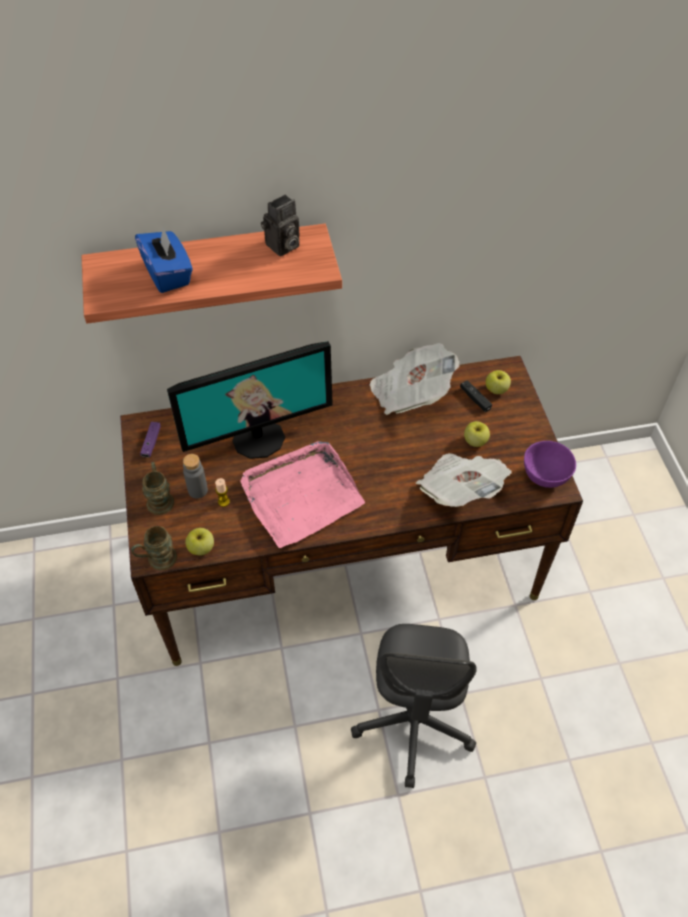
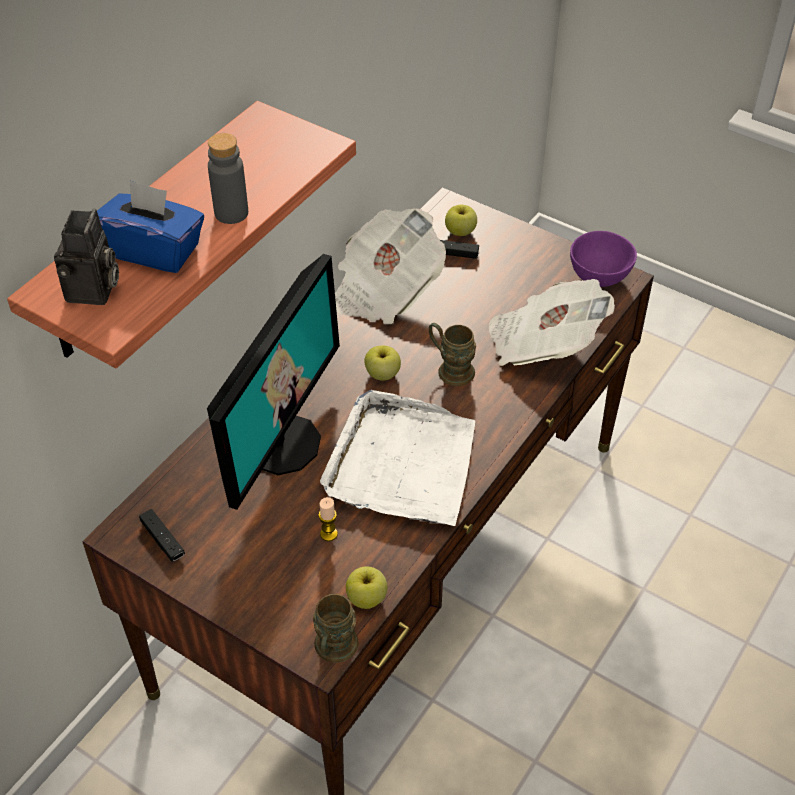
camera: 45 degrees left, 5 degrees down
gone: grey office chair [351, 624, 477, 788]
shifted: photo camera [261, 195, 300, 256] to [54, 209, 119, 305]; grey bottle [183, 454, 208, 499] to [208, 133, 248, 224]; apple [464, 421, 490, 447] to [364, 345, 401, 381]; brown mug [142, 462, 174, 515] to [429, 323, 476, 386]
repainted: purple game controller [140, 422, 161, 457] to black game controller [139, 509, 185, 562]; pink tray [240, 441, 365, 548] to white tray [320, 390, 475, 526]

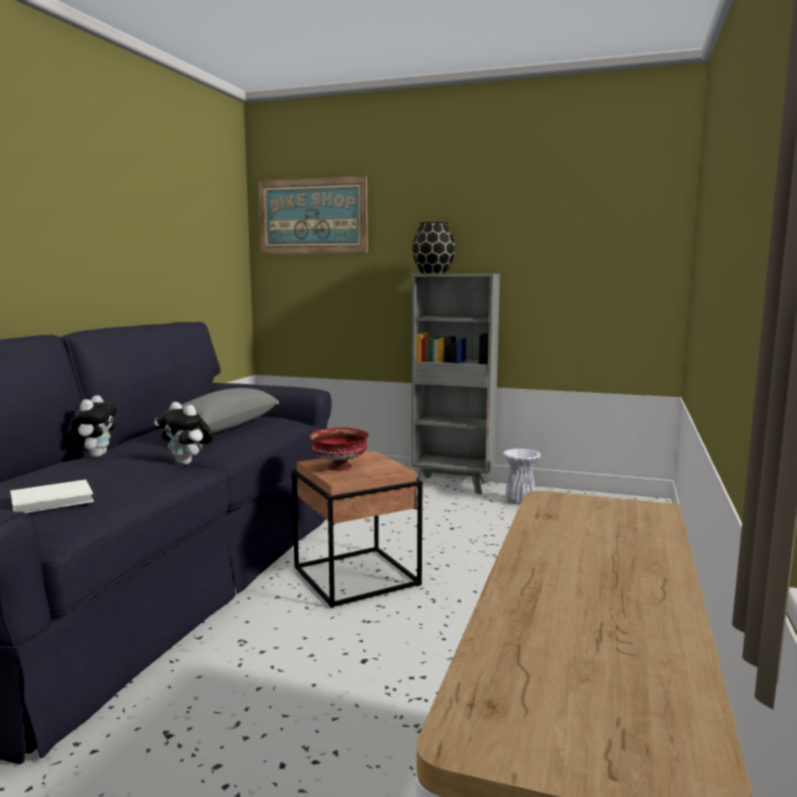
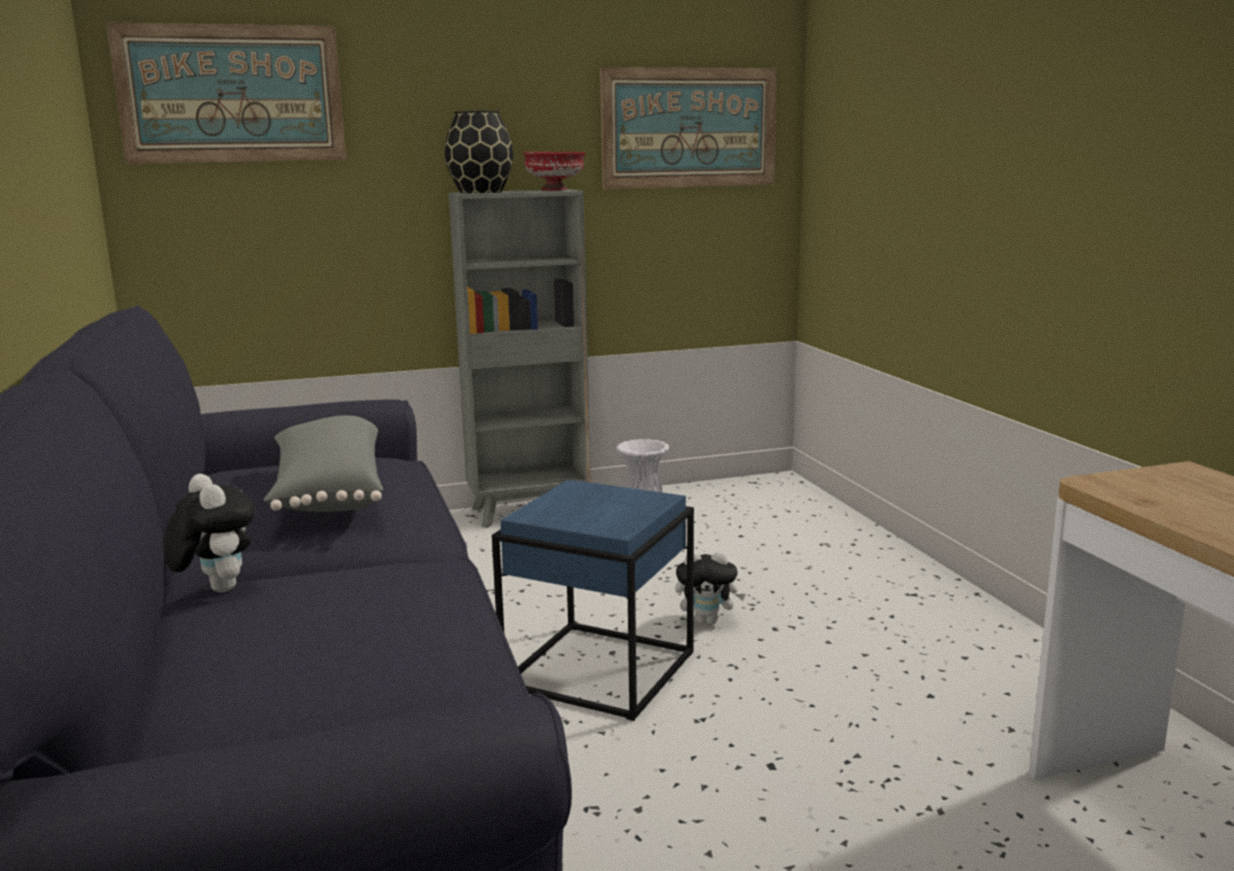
camera: 35 degrees left, 5 degrees up
gone: white book [10, 480, 94, 513]
new: picture [600, 67, 777, 189]
shifted: red bowl [310, 427, 369, 471] to [522, 152, 586, 191]; plush toy [157, 402, 214, 465] to [675, 551, 746, 624]
repainted: brown side table [292, 451, 422, 608] to blue side table [492, 480, 694, 721]

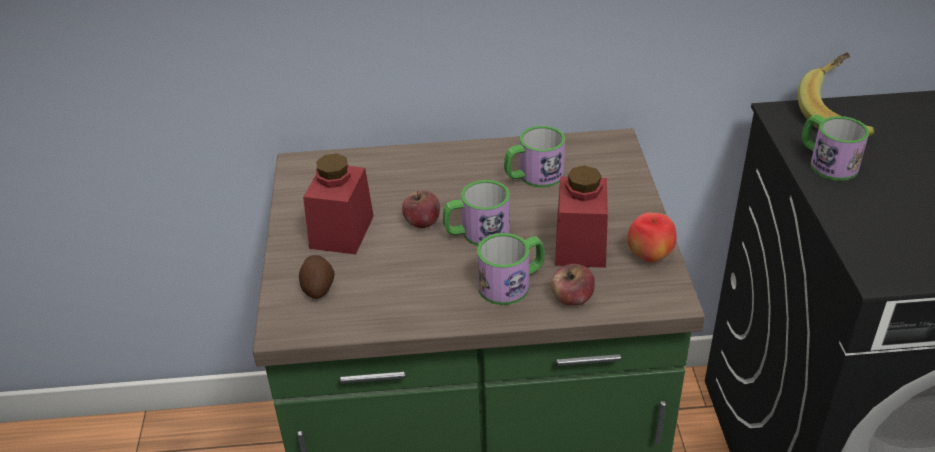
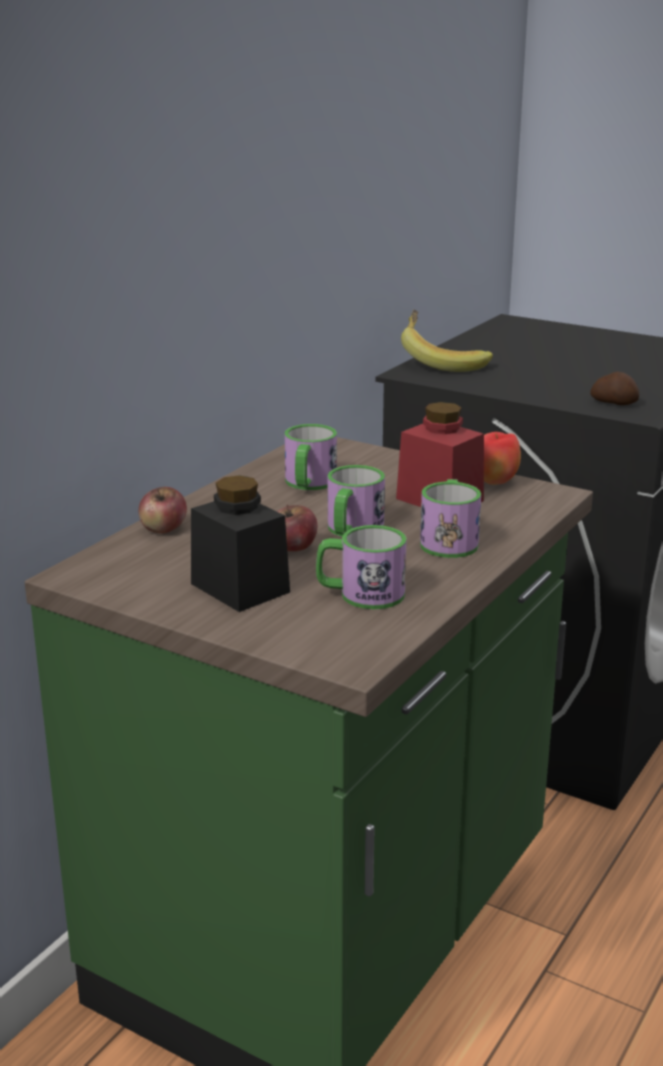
camera: 55 degrees left, 15 degrees down
shifted: apple [551, 264, 595, 306] to [138, 487, 187, 534]; mug [802, 115, 869, 181] to [316, 525, 407, 609]; potato [299, 255, 334, 299] to [590, 371, 640, 405]
repainted: red jar [303, 154, 374, 254] to black jar [191, 475, 290, 612]

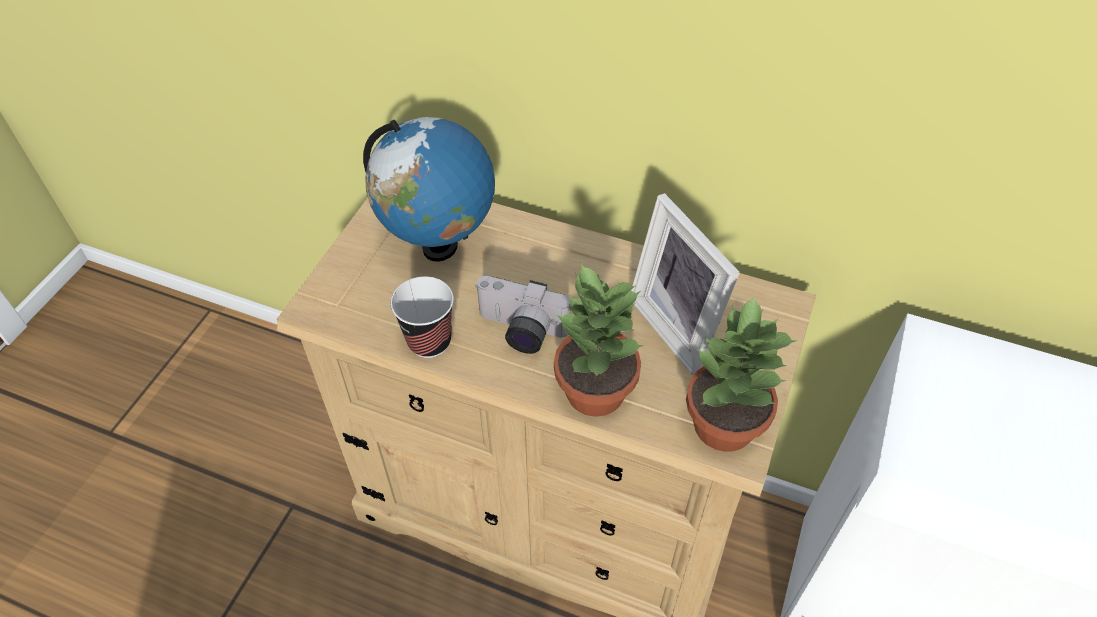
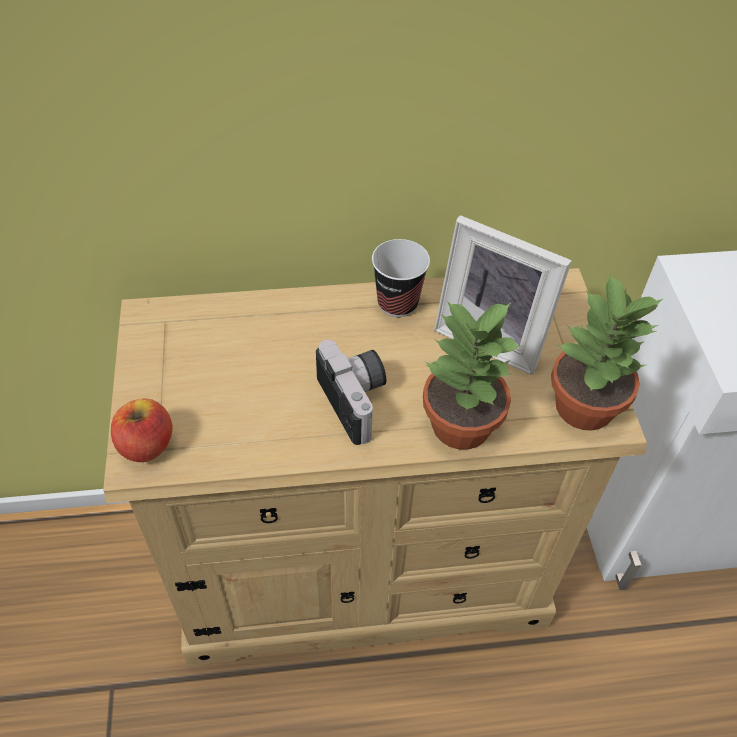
camera: 30 degrees left, 0 degrees up
gone: globe [363, 117, 495, 262]
new: apple [111, 398, 172, 462]
shifted: cup [391, 276, 454, 358] to [372, 239, 430, 317]
rotated: photo camera [475, 276, 571, 354] = [316, 340, 386, 445] 105 degrees counterclockwise

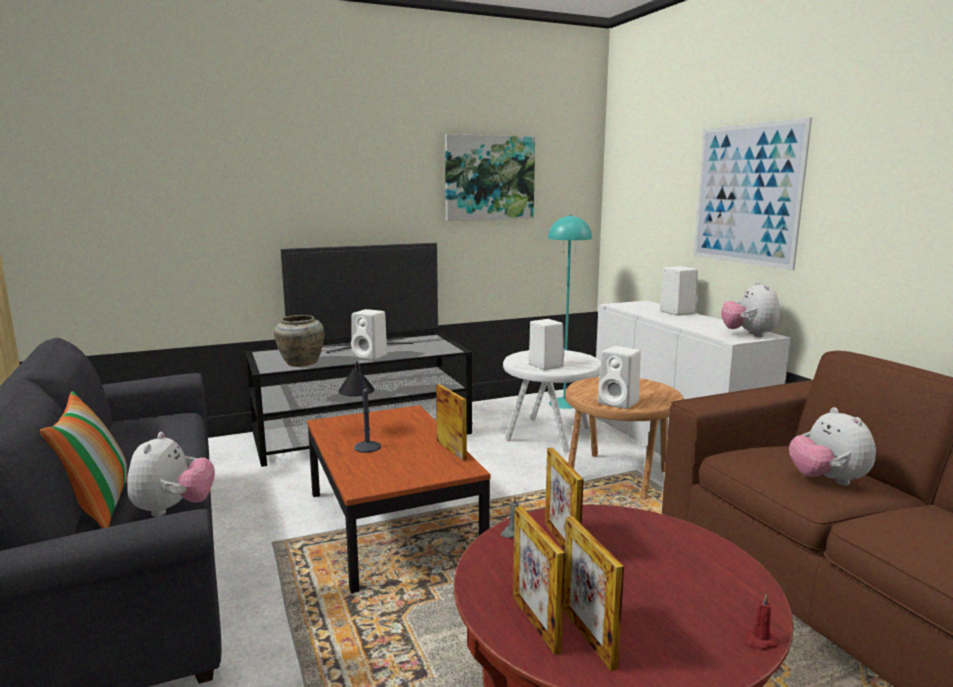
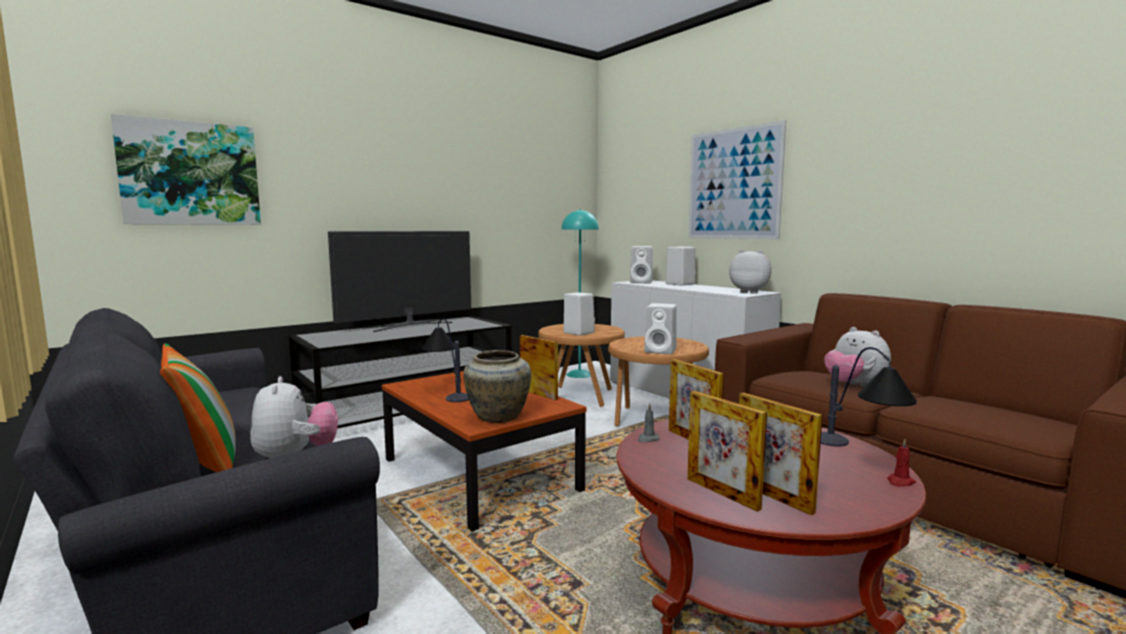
camera: 15 degrees left, 5 degrees down
new: table lamp [821, 347, 917, 446]
shifted: picture [445, 134, 535, 221] to [111, 114, 261, 225]; beige vase [274, 315, 325, 367] to [463, 350, 531, 423]; white speaker [351, 309, 387, 360] to [630, 246, 652, 283]
repainted: white side table [503, 350, 601, 452] to brown side table [538, 324, 625, 407]
rotated: plush toy [721, 281, 780, 337] = [729, 249, 772, 294] 135 degrees clockwise

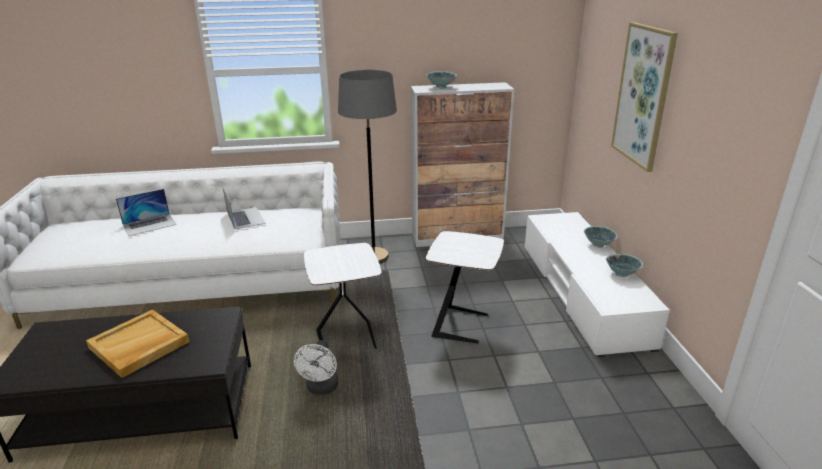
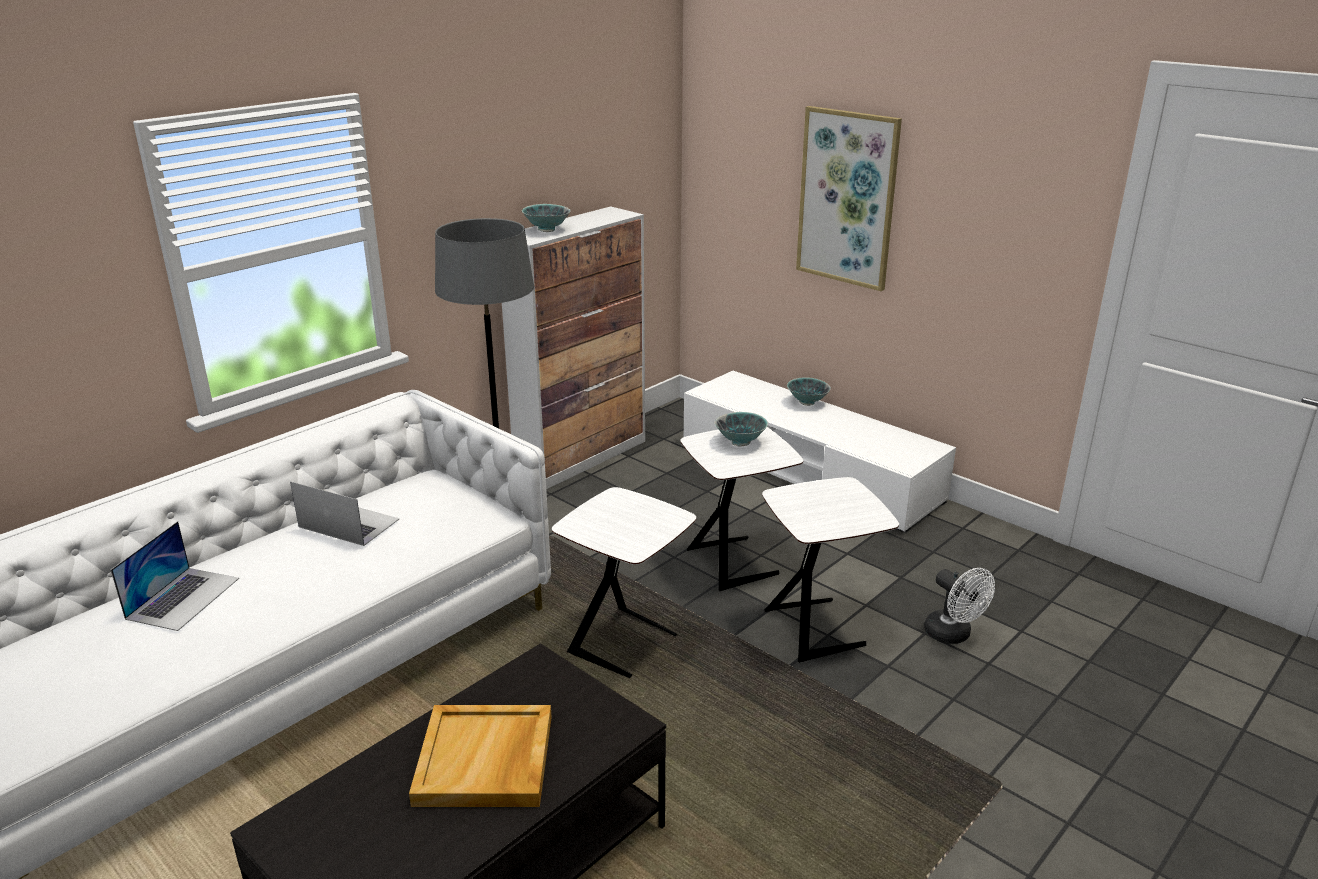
camera: 40 degrees left, 0 degrees up
new: white side table [762, 477, 899, 663]
shifted: bowl [606, 254, 643, 277] to [715, 412, 768, 446]; white fan [294, 340, 338, 395] to [924, 568, 995, 644]

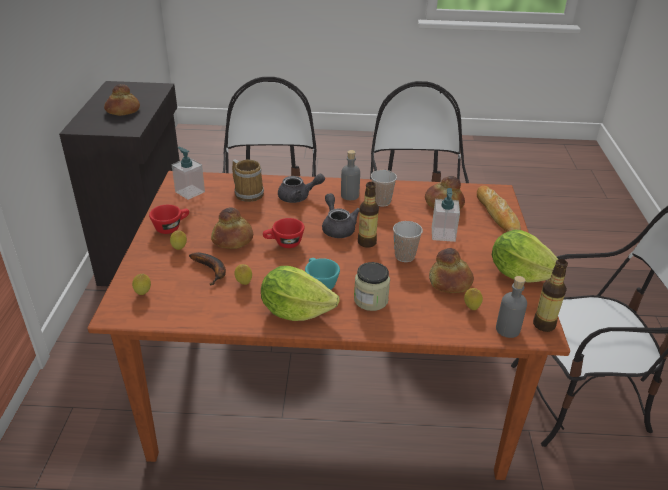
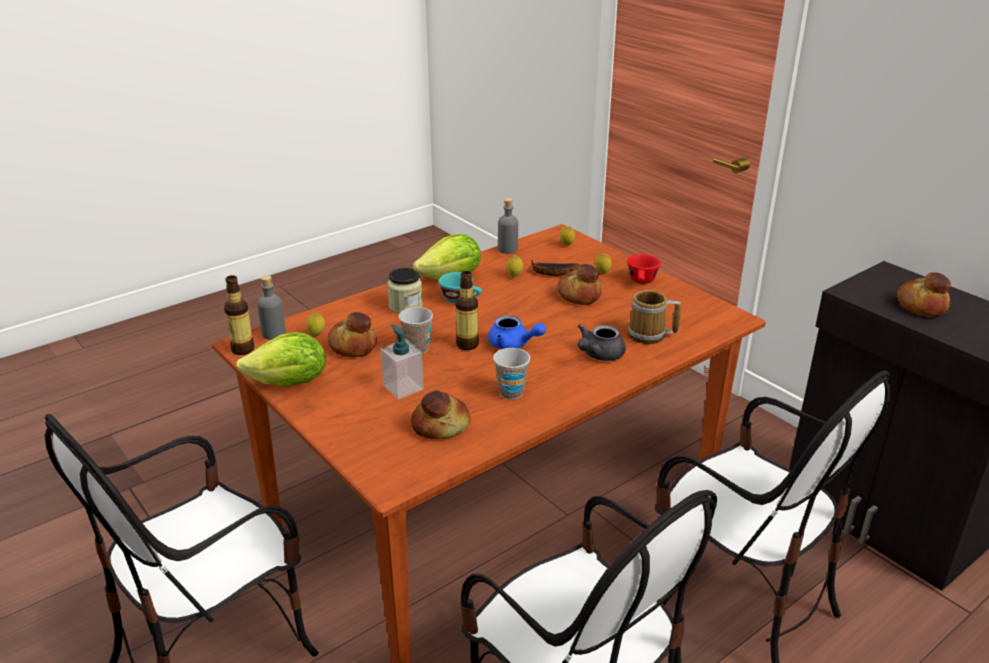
camera: 140 degrees right, 5 degrees down
gone: soap dispenser [172, 147, 205, 200]; red cup [263, 218, 305, 248]; bread [477, 185, 521, 232]
shifted: grey bottle [341, 150, 360, 200] to [498, 198, 518, 254]
repainted: grey teapot [322, 193, 360, 238] to blue teapot [488, 315, 546, 349]

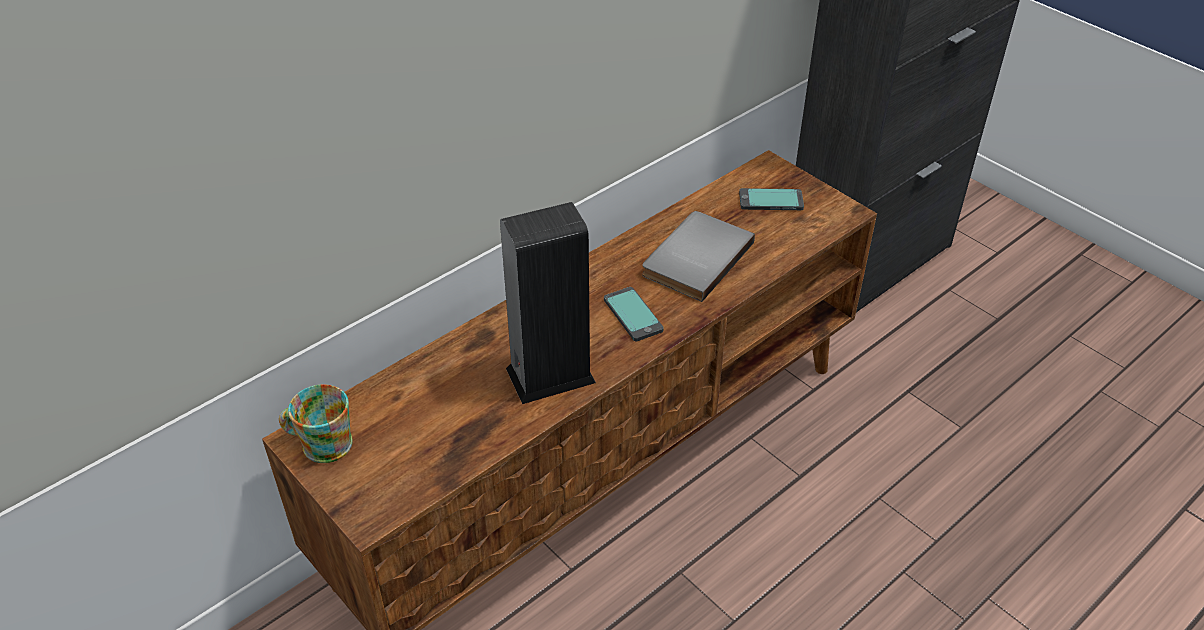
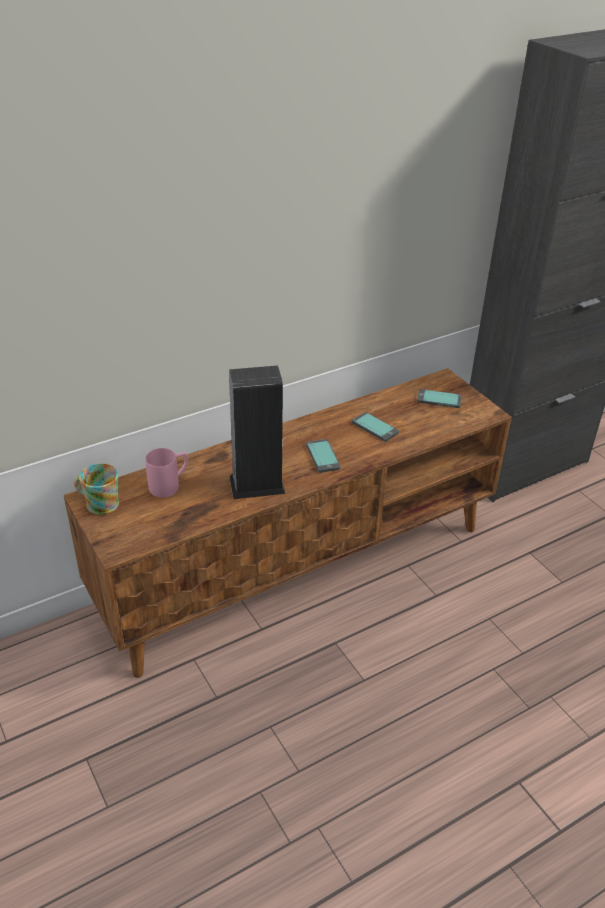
camera: 10 degrees right, 5 degrees down
new: pink mug [145, 448, 188, 498]
swapped: grey book [642, 211, 755, 302] to phone [352, 412, 399, 442]

